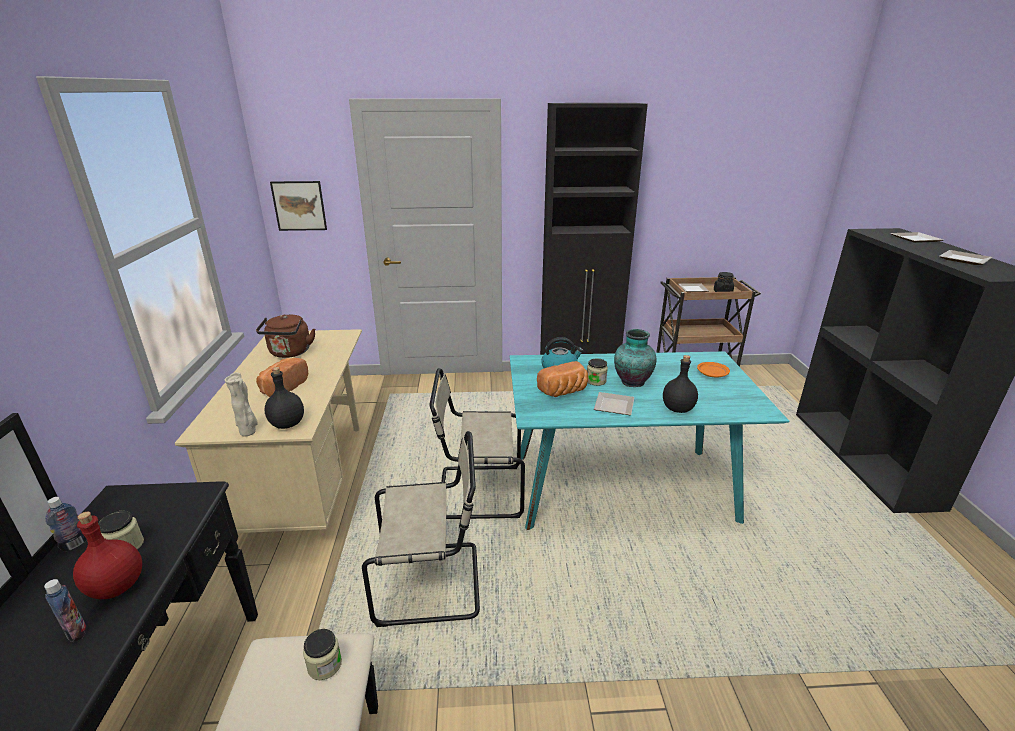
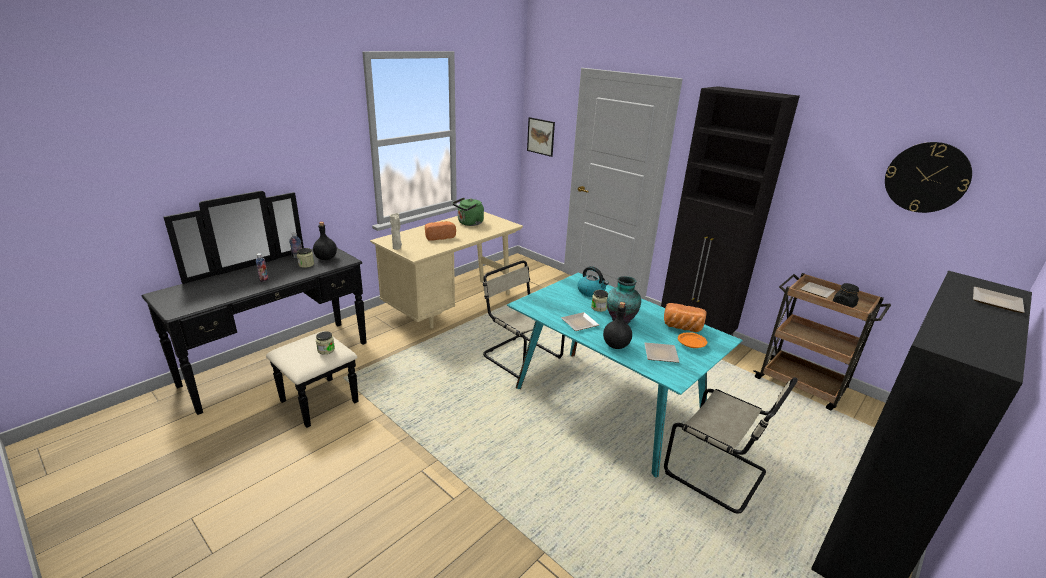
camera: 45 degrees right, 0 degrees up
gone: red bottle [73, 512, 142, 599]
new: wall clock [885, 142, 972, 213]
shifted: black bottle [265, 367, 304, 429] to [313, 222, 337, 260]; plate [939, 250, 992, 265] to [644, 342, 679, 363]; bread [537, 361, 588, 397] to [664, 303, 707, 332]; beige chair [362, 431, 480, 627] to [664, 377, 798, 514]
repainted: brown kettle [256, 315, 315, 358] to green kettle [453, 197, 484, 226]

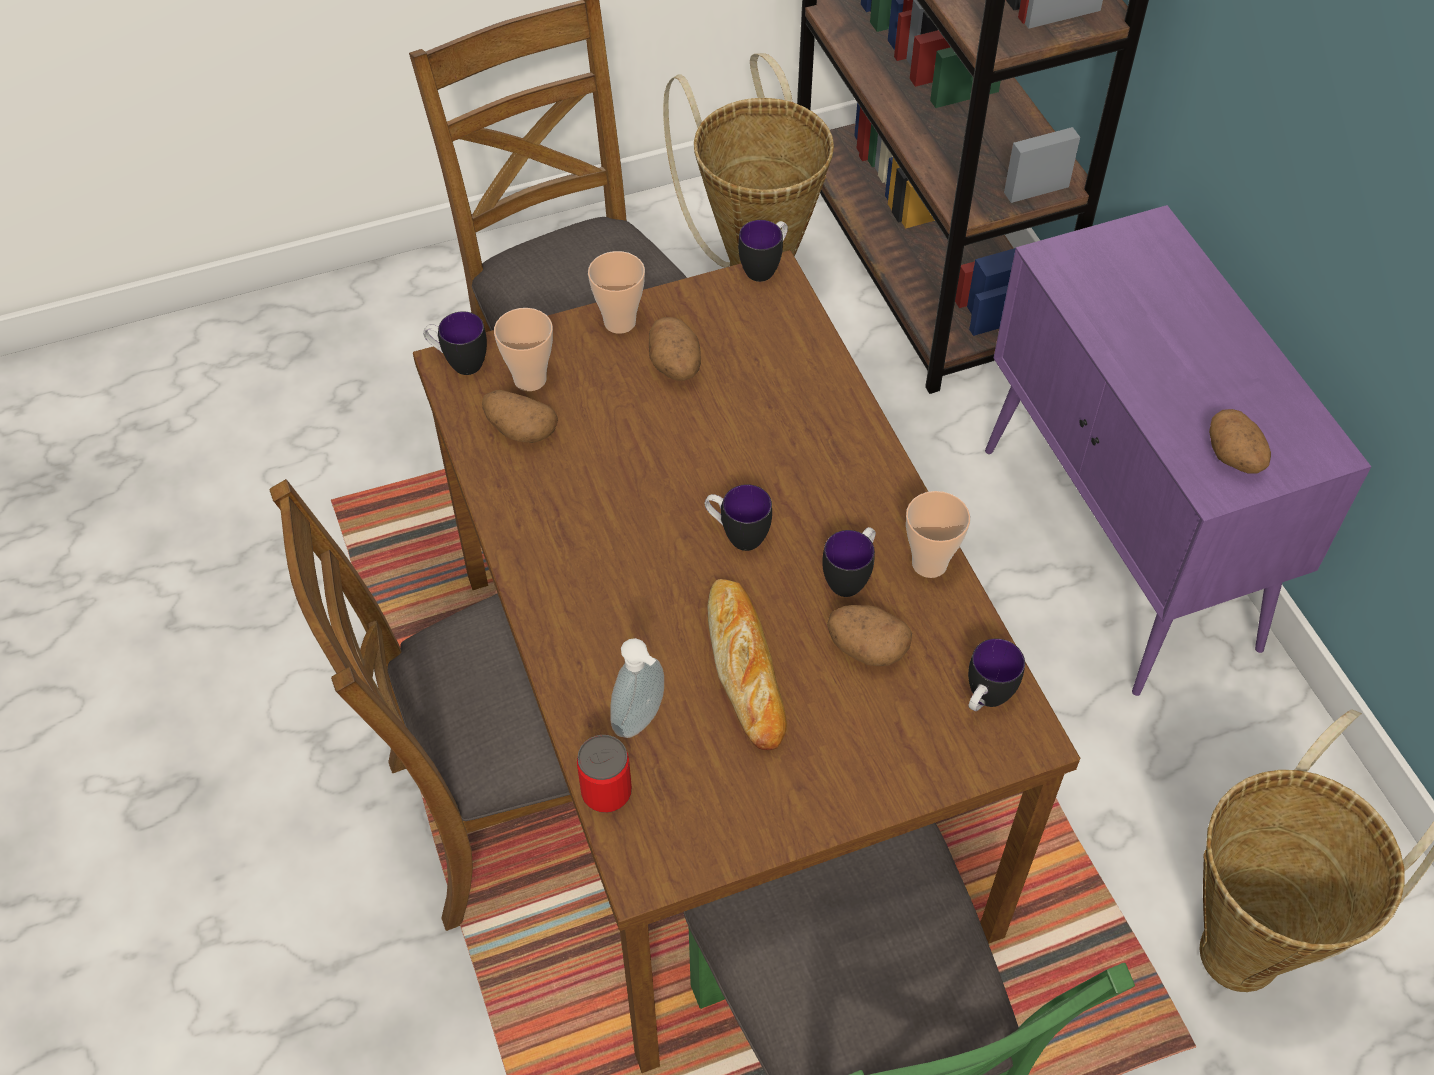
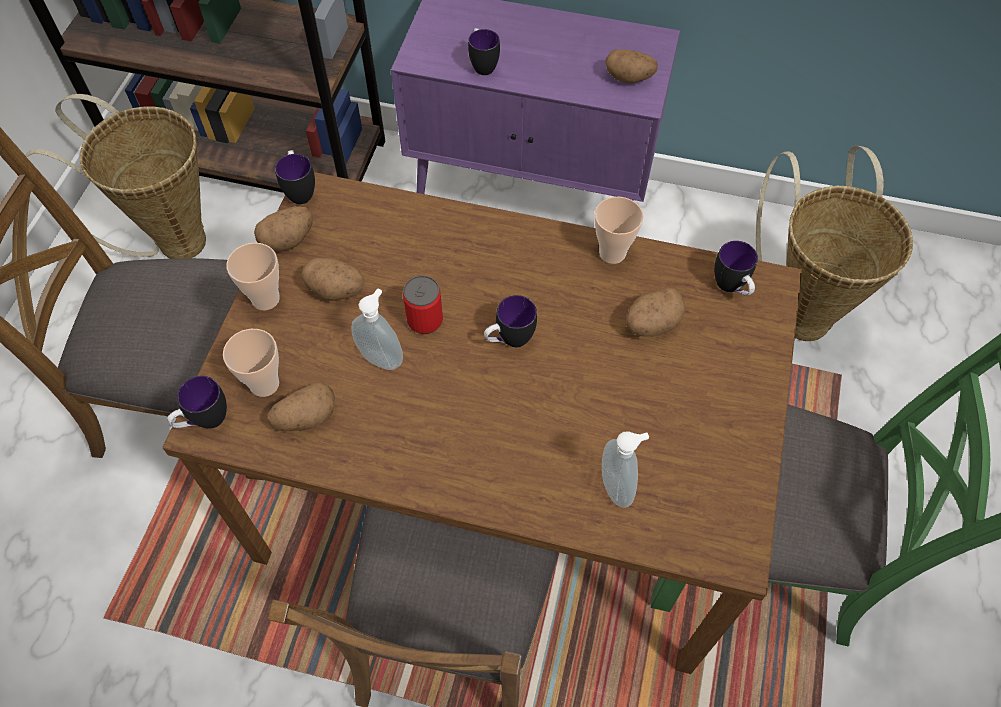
camera: 55 degrees left, 5 degrees up
gone: bread [707, 579, 787, 750]
new: potato [254, 206, 313, 252]; soap dispenser [351, 289, 403, 370]
shifted: can [577, 735, 632, 813] to [403, 276, 443, 334]; mug [822, 527, 876, 597] to [468, 28, 500, 75]

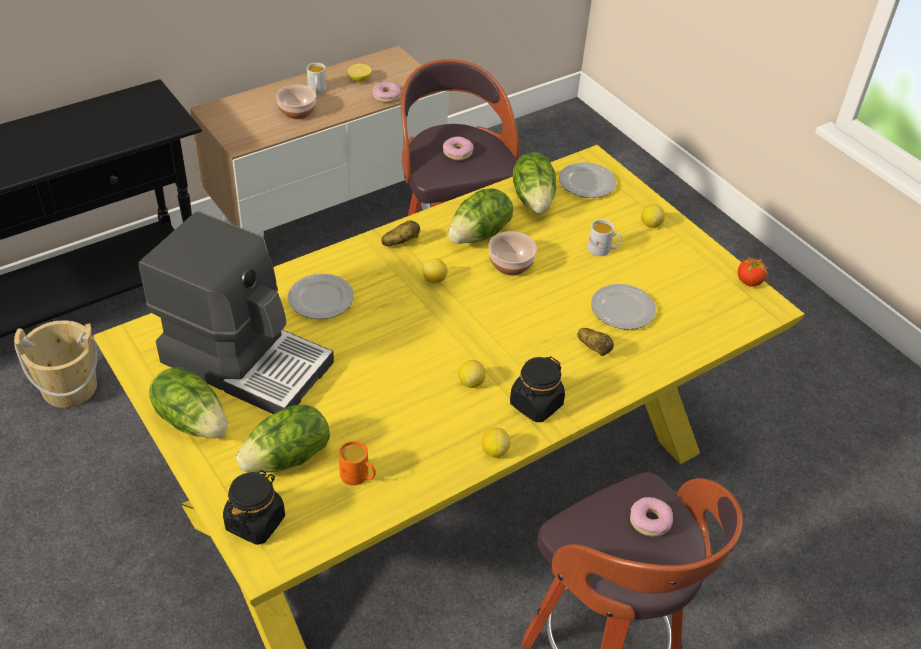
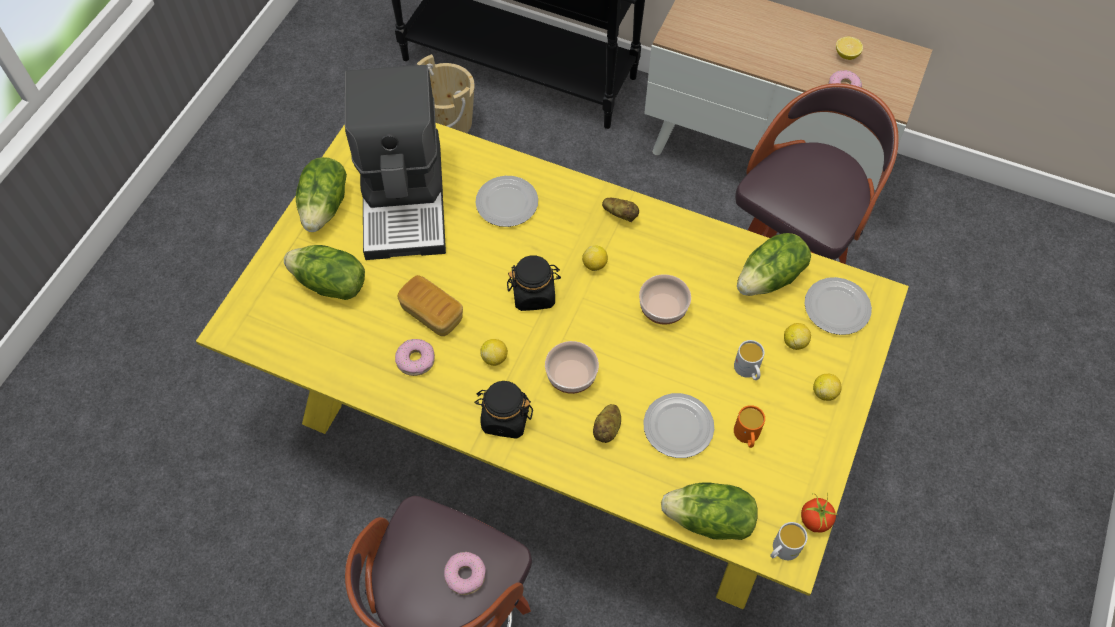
camera: 60 degrees right, 15 degrees up
new: bread [398, 275, 463, 336]
shifted: donut [443, 136, 473, 160] to [395, 339, 435, 376]; black jar [223, 470, 285, 545] to [507, 255, 561, 311]; bowl [276, 85, 316, 120] to [545, 341, 599, 394]; lettuce [448, 188, 513, 244] to [661, 482, 758, 540]; orange mug [339, 441, 376, 485] to [734, 405, 765, 448]; white mug [307, 63, 327, 93] to [770, 522, 808, 560]; lemon [482, 427, 510, 457] to [784, 323, 811, 350]

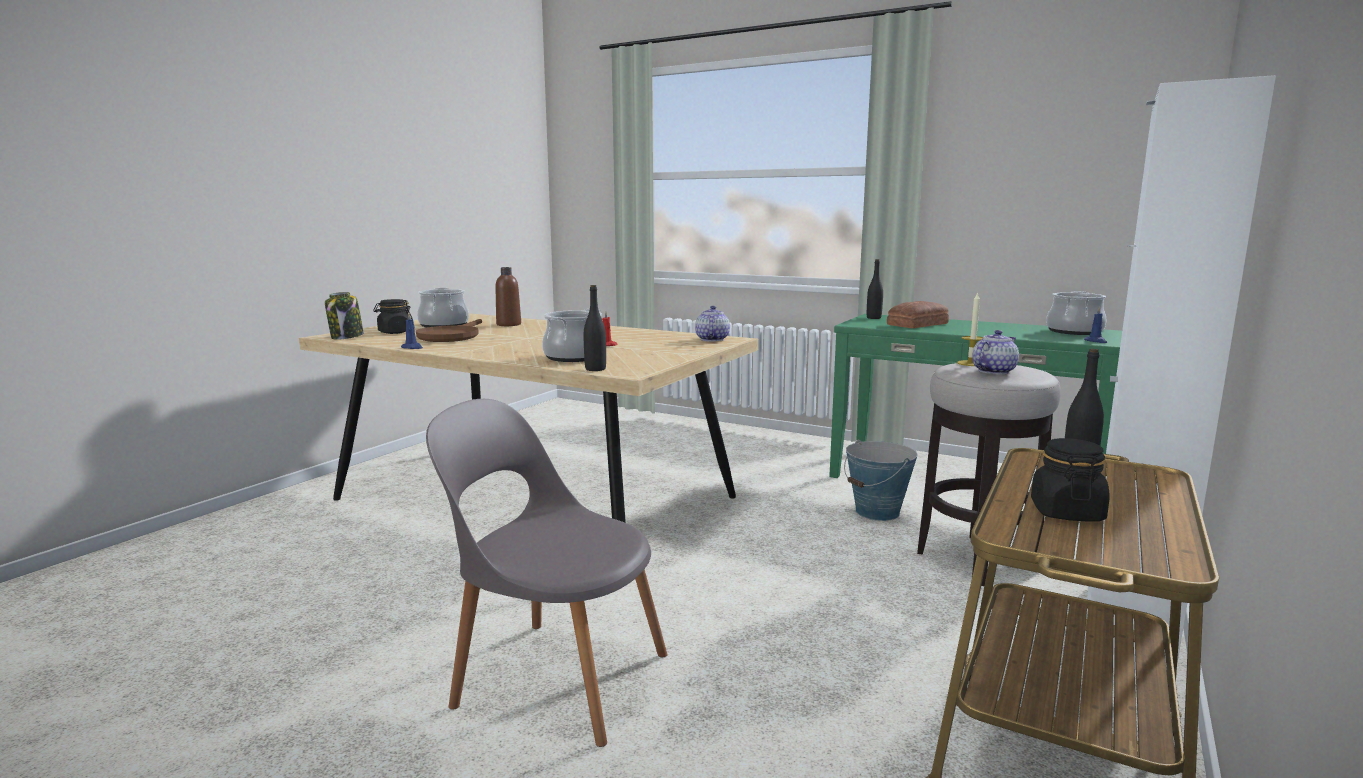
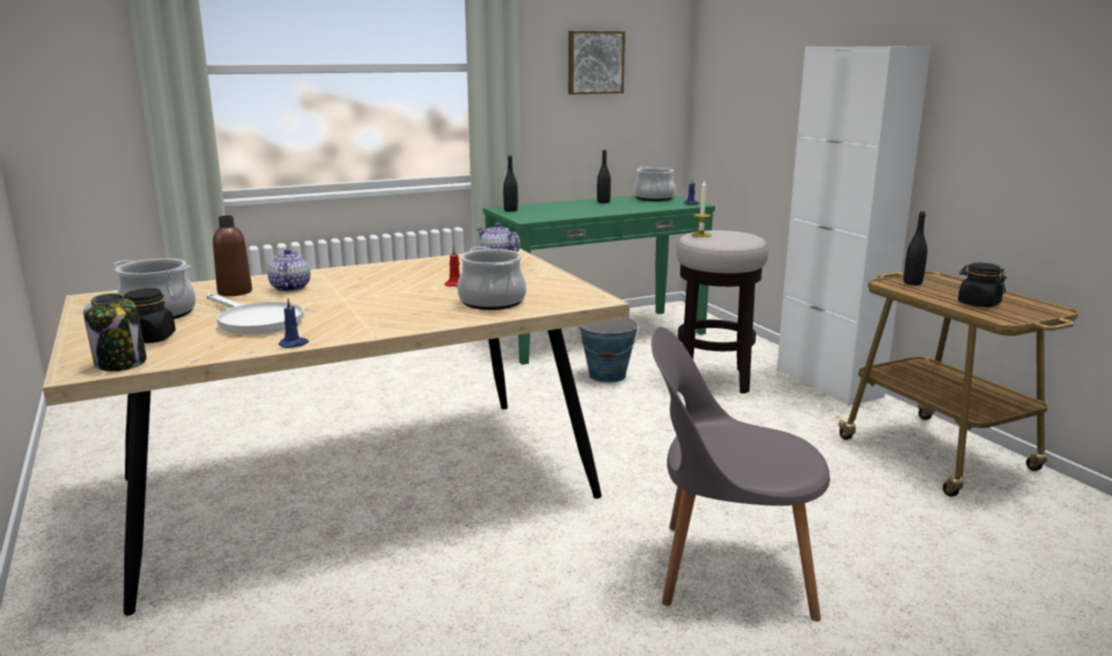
camera: 55 degrees left, 5 degrees up
gone: bread [887, 301, 949, 328]
new: picture [568, 31, 625, 94]
shifted: teapot [972, 330, 1019, 375] to [268, 249, 310, 292]; black bottle [584, 285, 606, 371] to [597, 150, 611, 203]
repainted: brown frying pan [416, 319, 482, 342] to white frying pan [207, 293, 304, 335]
rotated: grey chair [426, 399, 668, 747] = [651, 327, 830, 621] 45 degrees clockwise

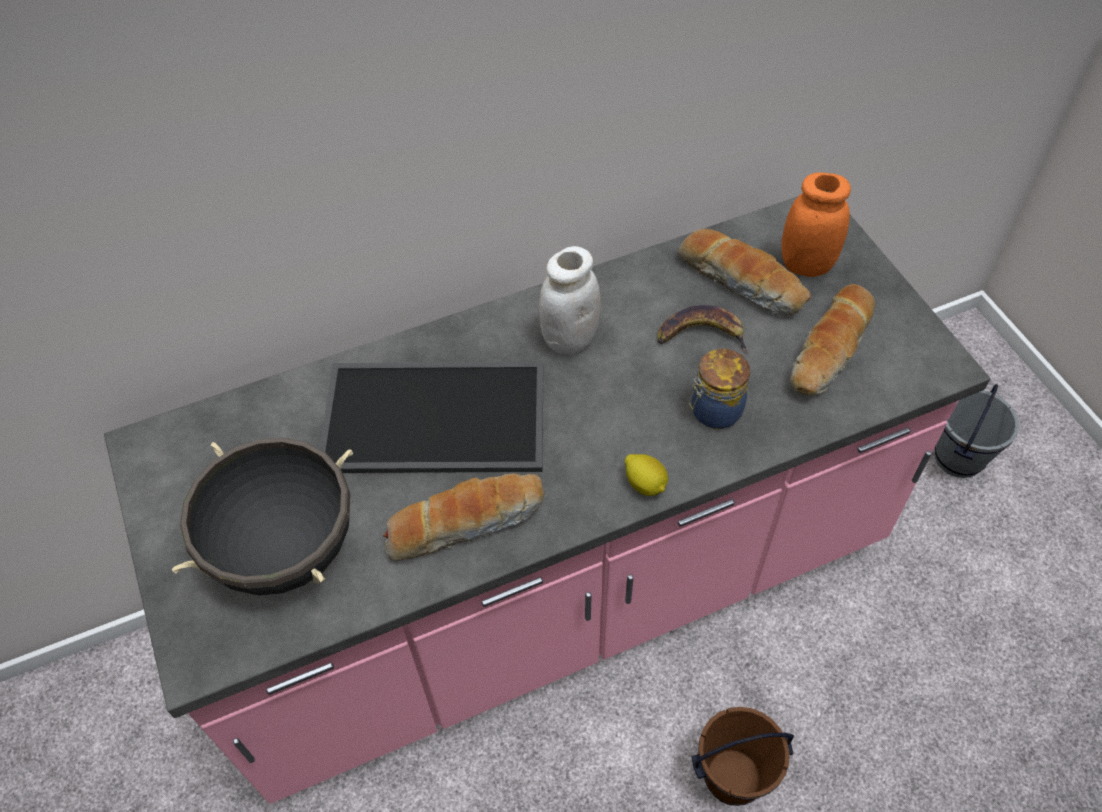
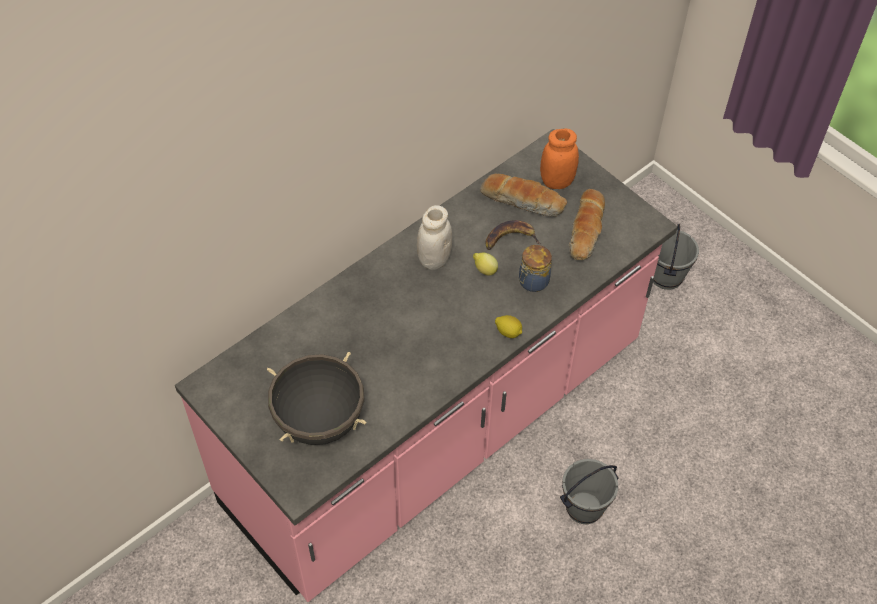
camera: 20 degrees left, 0 degrees up
gone: tray [319, 361, 543, 473]; bread [383, 474, 544, 561]
new: lemon [473, 253, 498, 275]
repainted: brown bucket [691, 707, 794, 806] to grey bucket [560, 459, 619, 524]

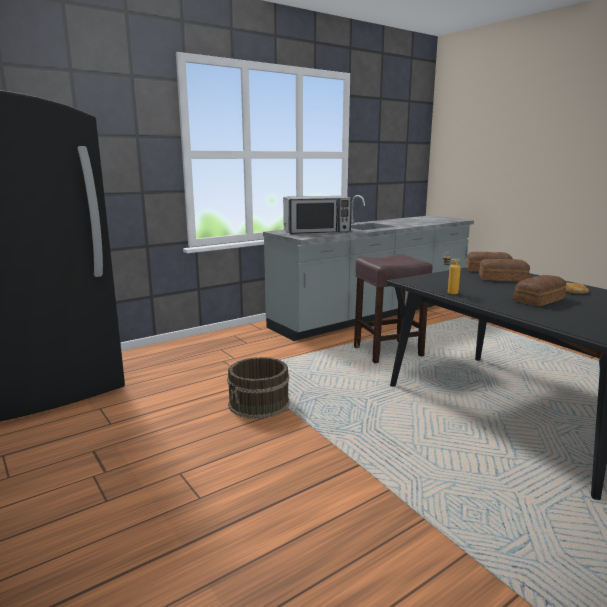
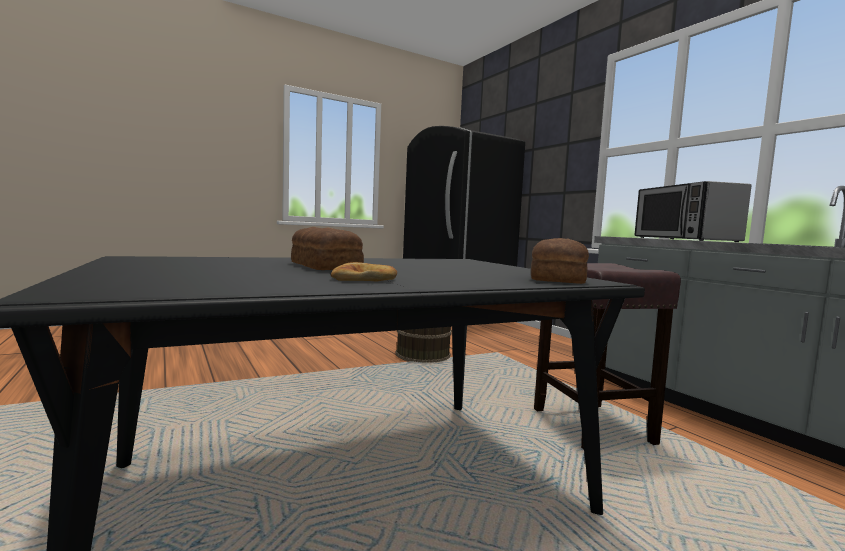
camera: 95 degrees right, 10 degrees down
gone: bottle [443, 252, 461, 294]; bread [479, 259, 530, 282]

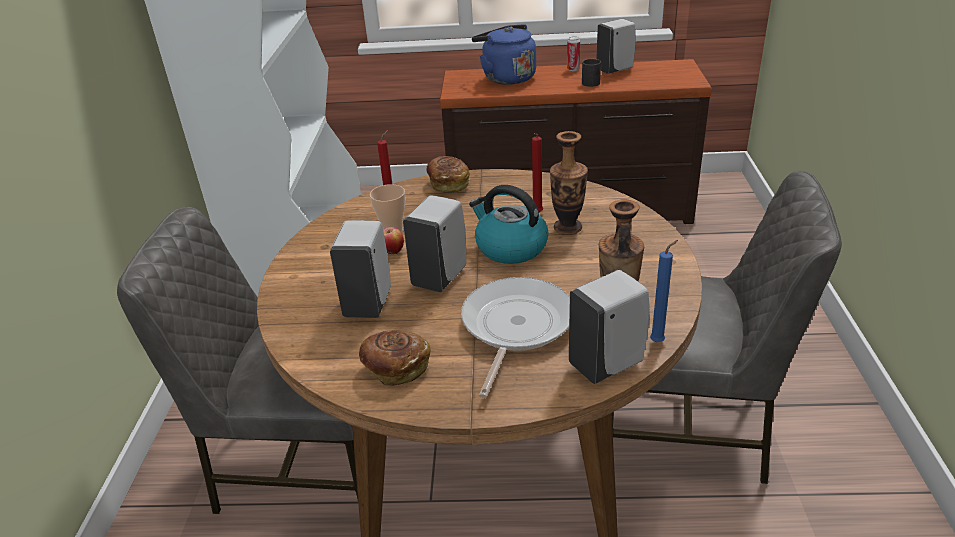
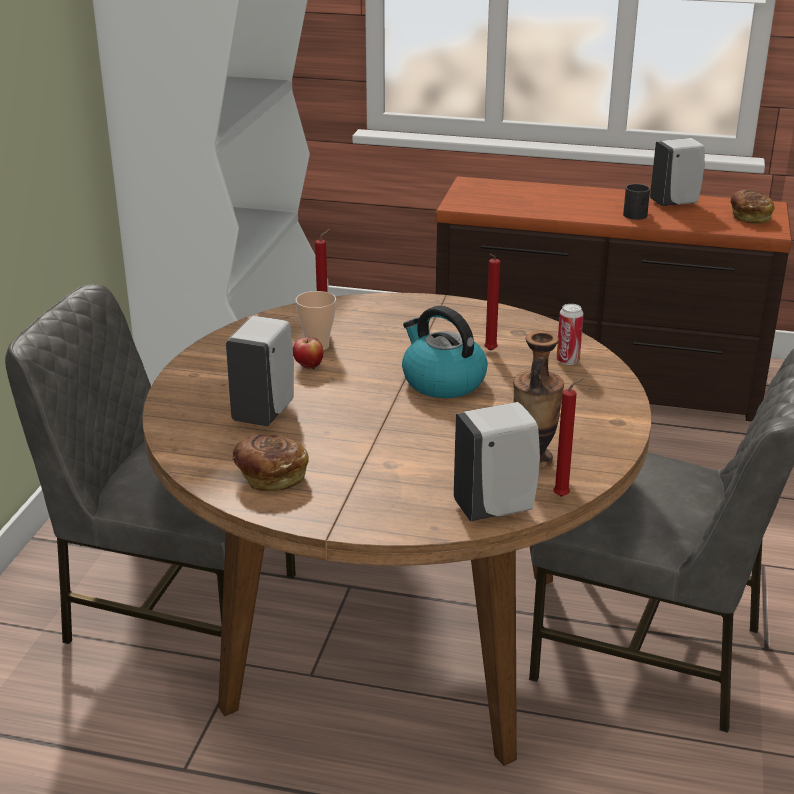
camera: 10 degrees right, 5 degrees down
gone: white soap dispenser [403, 195, 466, 292]; frying pan [461, 277, 570, 398]; blue kettle [472, 24, 536, 85]; vase [550, 131, 588, 235]
shifted: can [567, 36, 580, 71] to [556, 304, 584, 365]; bread [426, 156, 470, 193] to [731, 190, 775, 224]
repainted: blue candle [650, 240, 678, 342] to red candle [553, 378, 584, 497]

